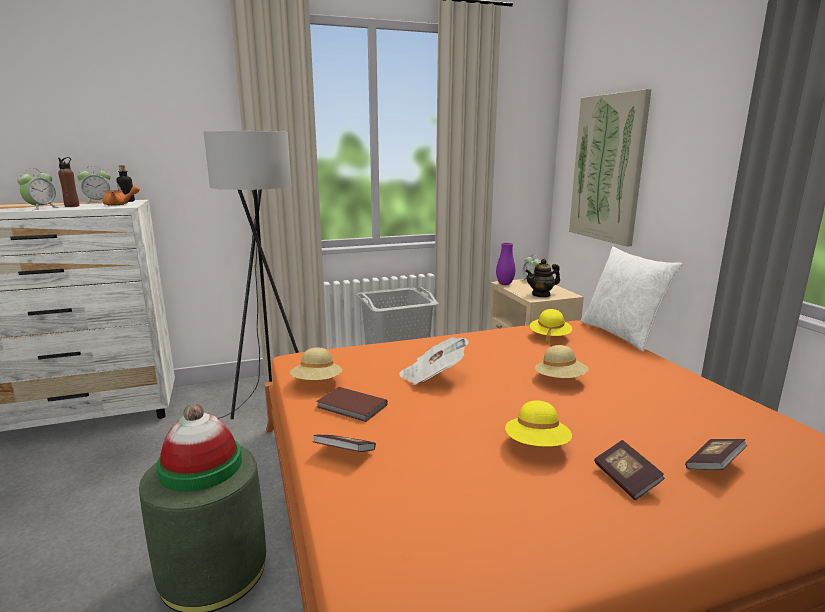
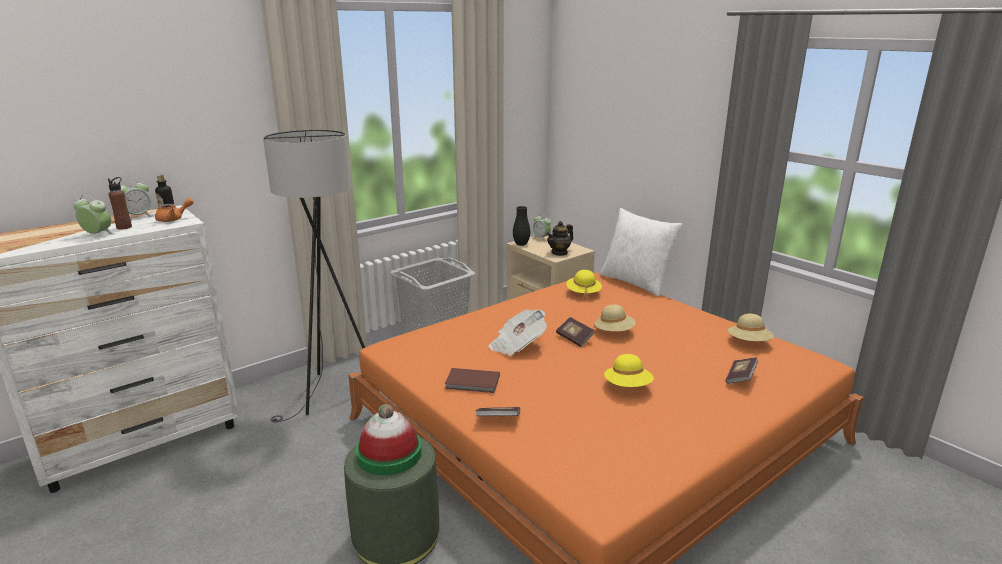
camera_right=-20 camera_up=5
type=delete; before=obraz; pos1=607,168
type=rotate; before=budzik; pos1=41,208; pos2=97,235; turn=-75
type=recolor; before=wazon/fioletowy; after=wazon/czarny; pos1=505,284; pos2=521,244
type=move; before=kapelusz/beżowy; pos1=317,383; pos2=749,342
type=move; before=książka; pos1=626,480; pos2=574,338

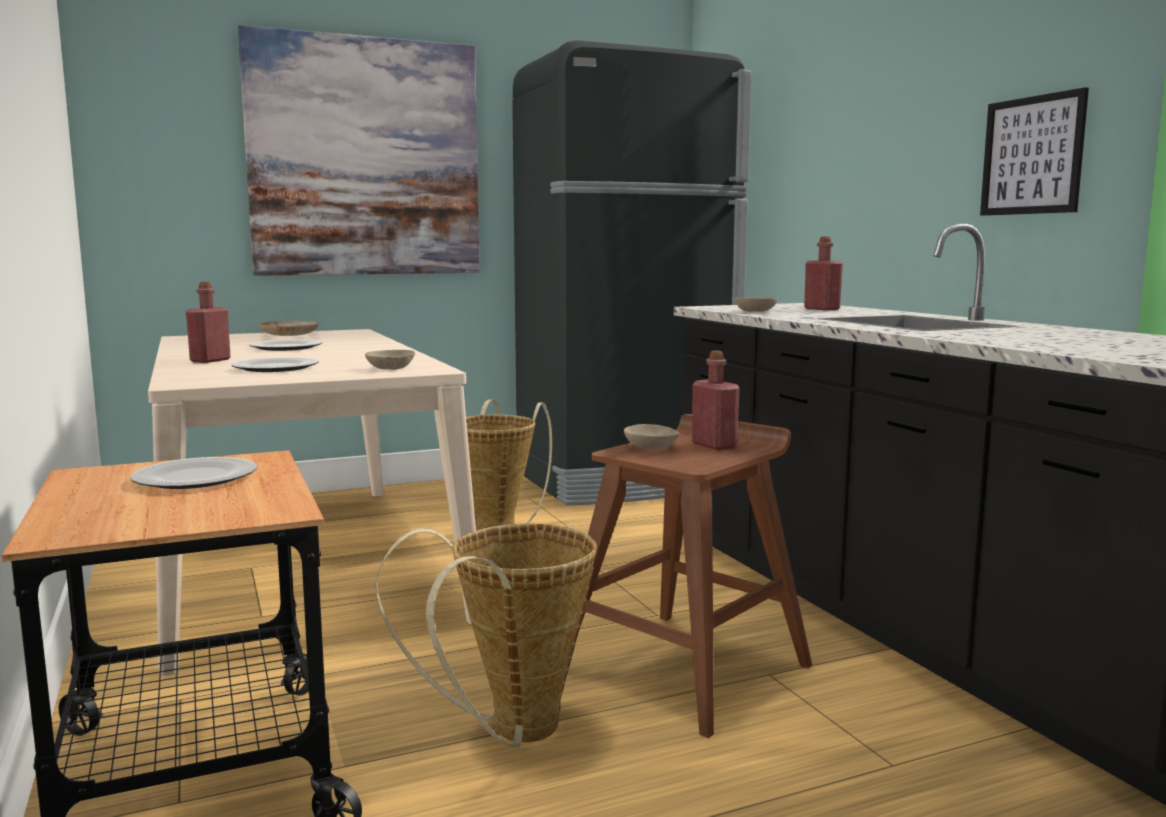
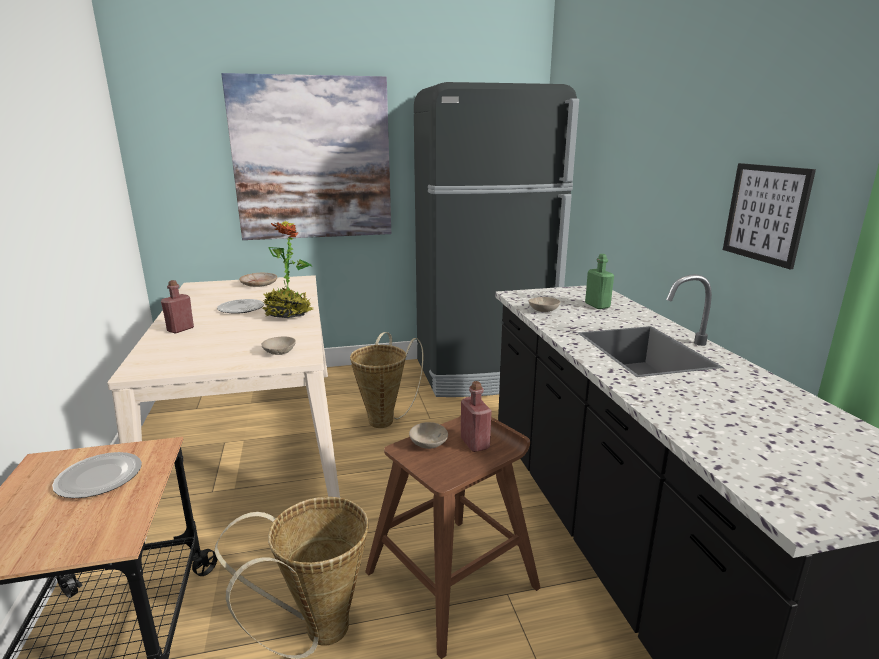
camera_right=10 camera_up=10
type=recolor; before=butelka/czerwony; after=butelka/zielony; pos1=821,309; pos2=597,305
type=delete; before=talerz; pos1=274,368
type=insert; after=roślina doniczkowa; pos2=288,315

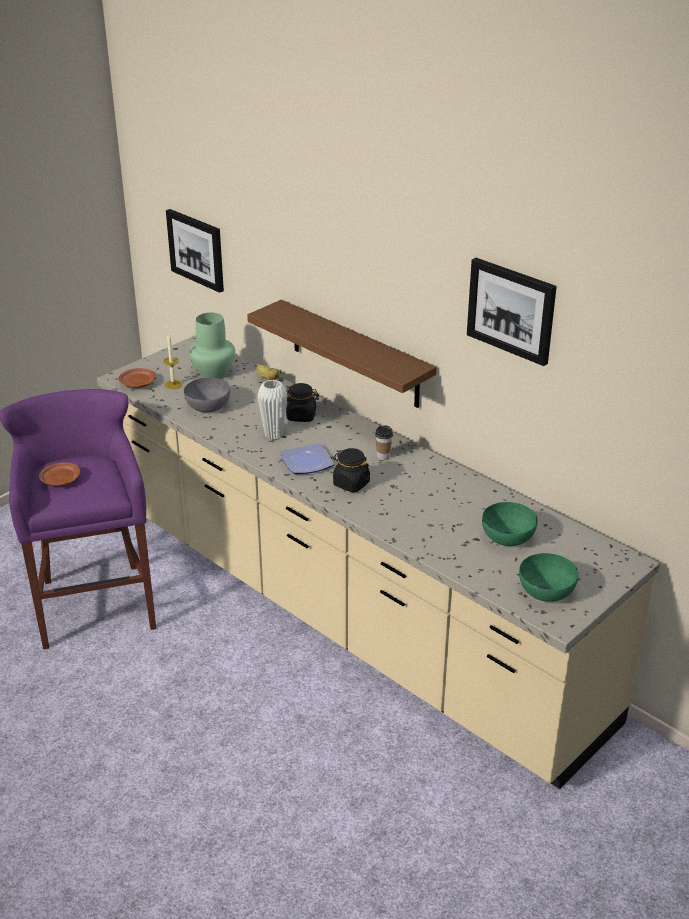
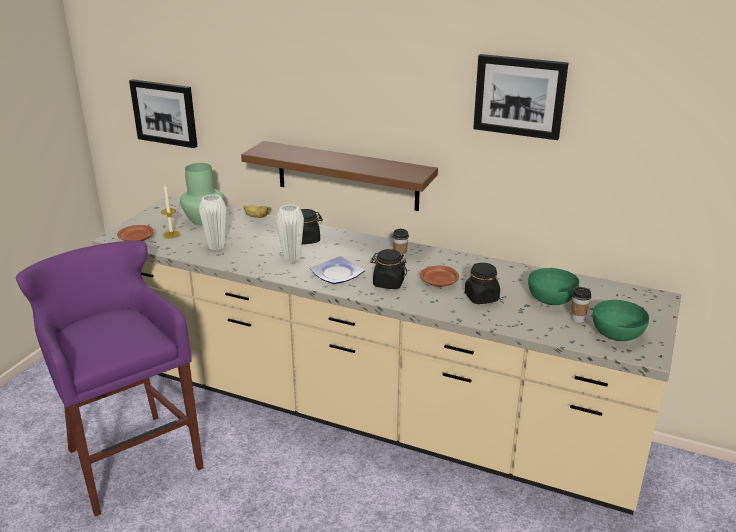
camera_right=-20 camera_up=-5
type=replace; before=miska/szary; after=wazon/biały; pos1=208,407; pos2=216,246
type=move; before=talerz/brązowy; pos1=60,480; pos2=439,282
type=insert; after=słoik/czarny; pos2=481,297
type=insert; after=filiżanka; pos2=577,319

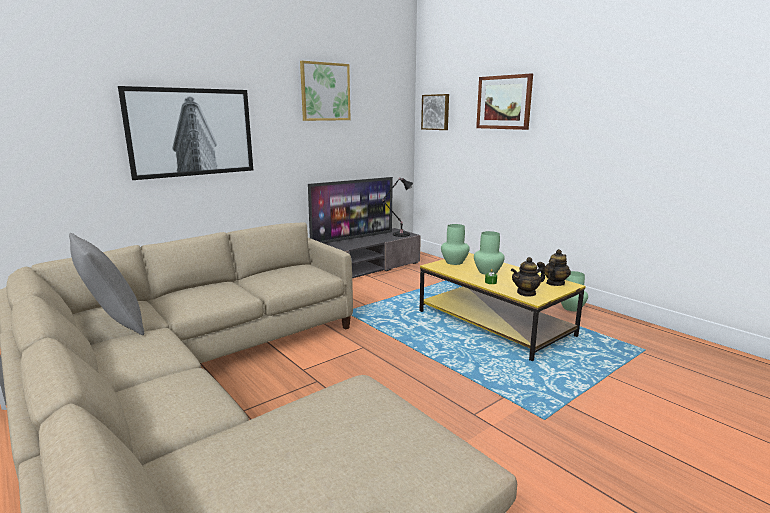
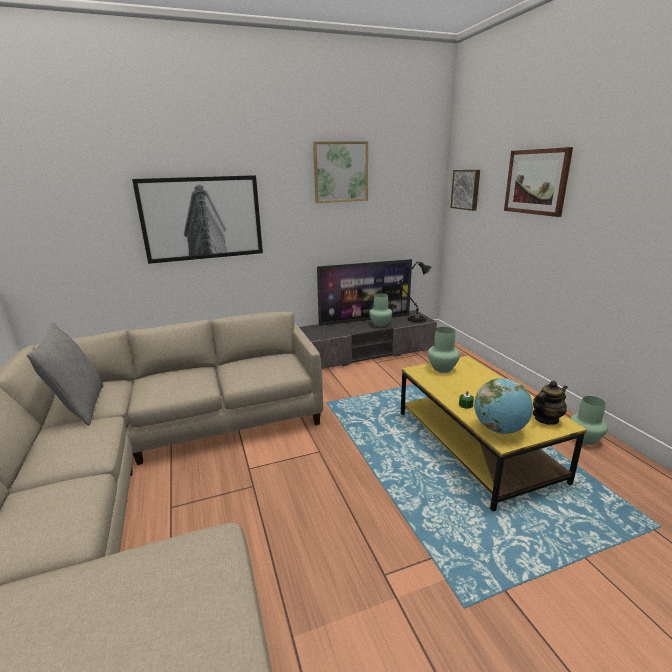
camera_right=20 camera_up=5
type=move; before=wazon/zielony; pos1=488,272; pos2=381,324
type=replace; before=imbryk; after=globus; pos1=526,293; pos2=499,429

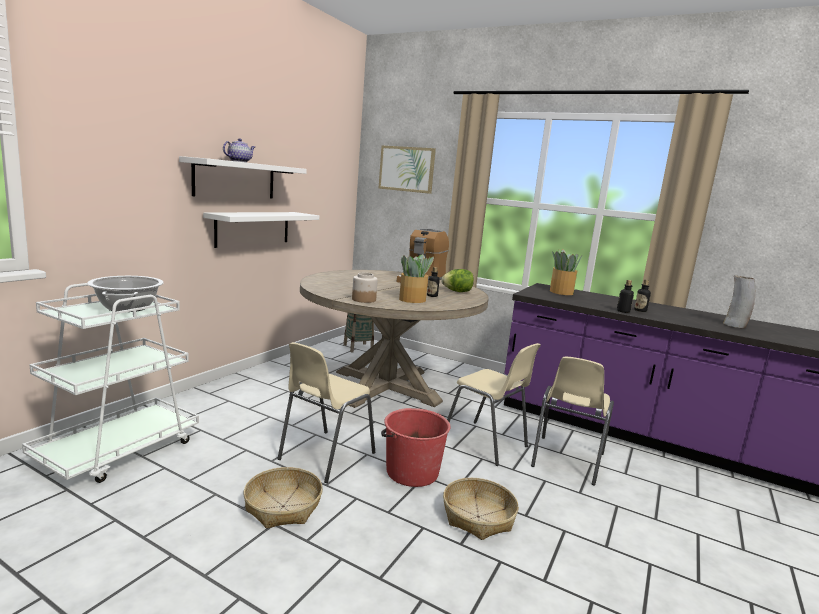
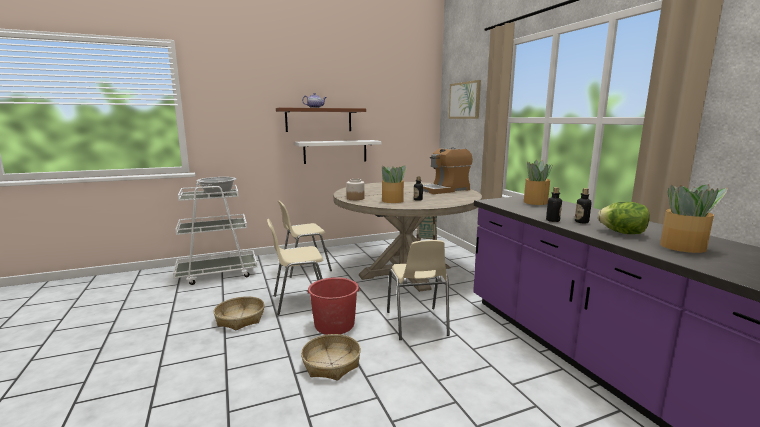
camera_right=40 camera_up=0
type=recolor; before=półka/biały; after=półka/brązowy; pos1=235,179; pos2=319,120
type=move; before=sałata; pos1=457,291; pos2=622,233
type=replace; before=wazon; after=roślina doniczkowa; pos1=734,325; pos2=684,247
type=move; before=krzesło/beżowy; pos1=566,461; pos2=304,268

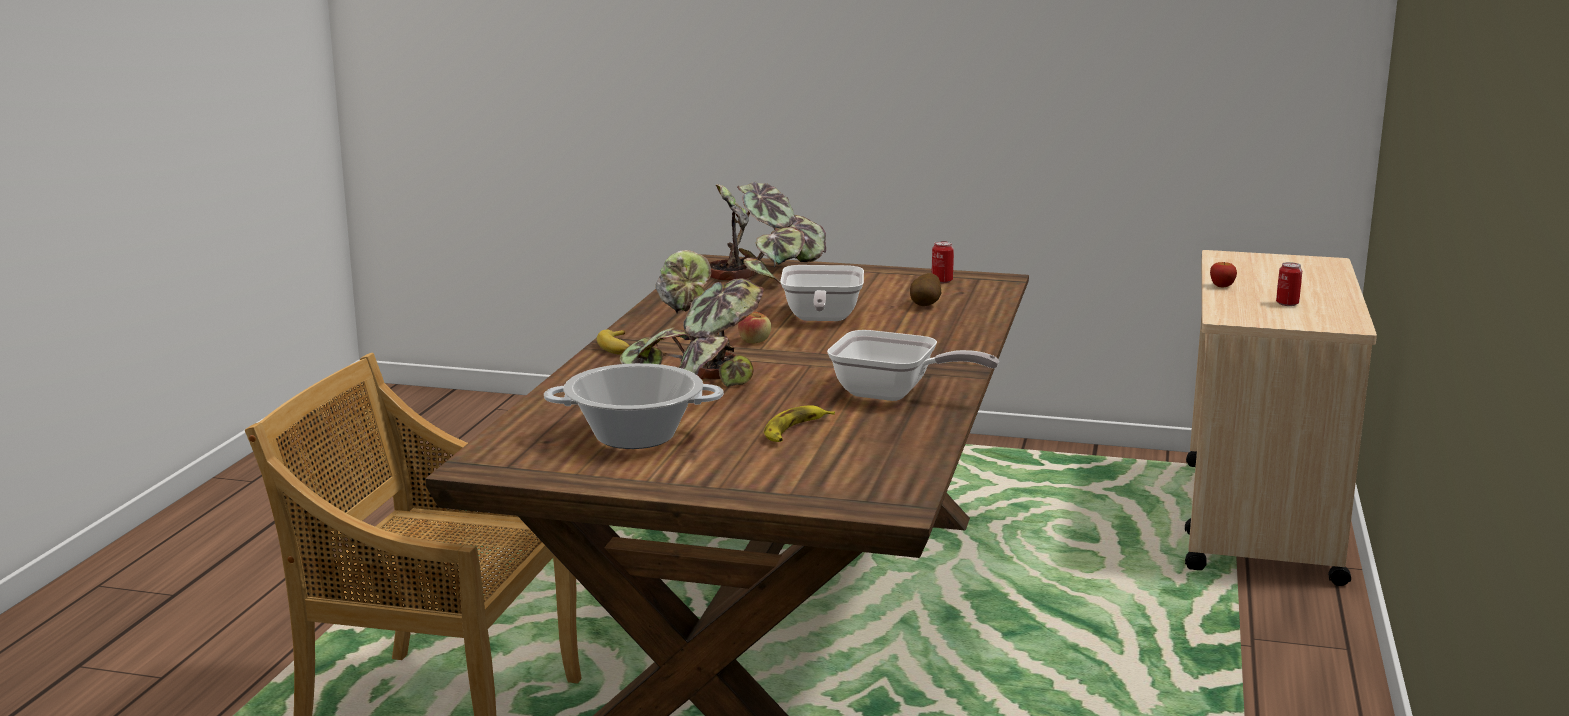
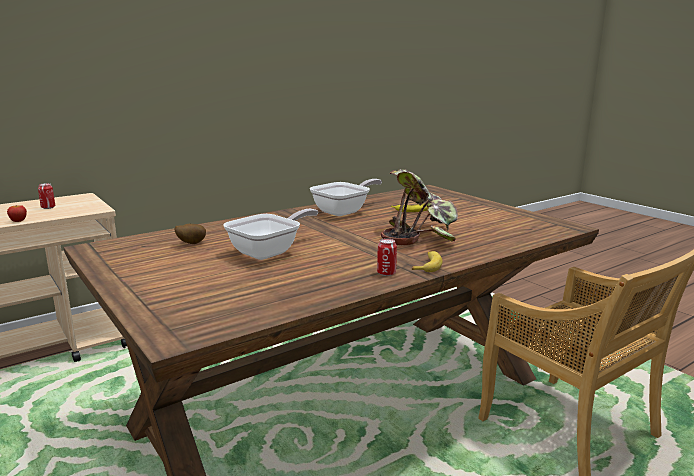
camera_right=-140 camera_up=0
type=delete; before=roślina doniczkowa; pos1=765,274
type=move; before=puszka; pos1=942,281; pos2=386,273
type=delete; before=jabłko; pos1=754,341
type=rotate; before=patelnia; pos1=893,394; pos2=344,211; turn=75
type=delete; before=garnek; pos1=635,437

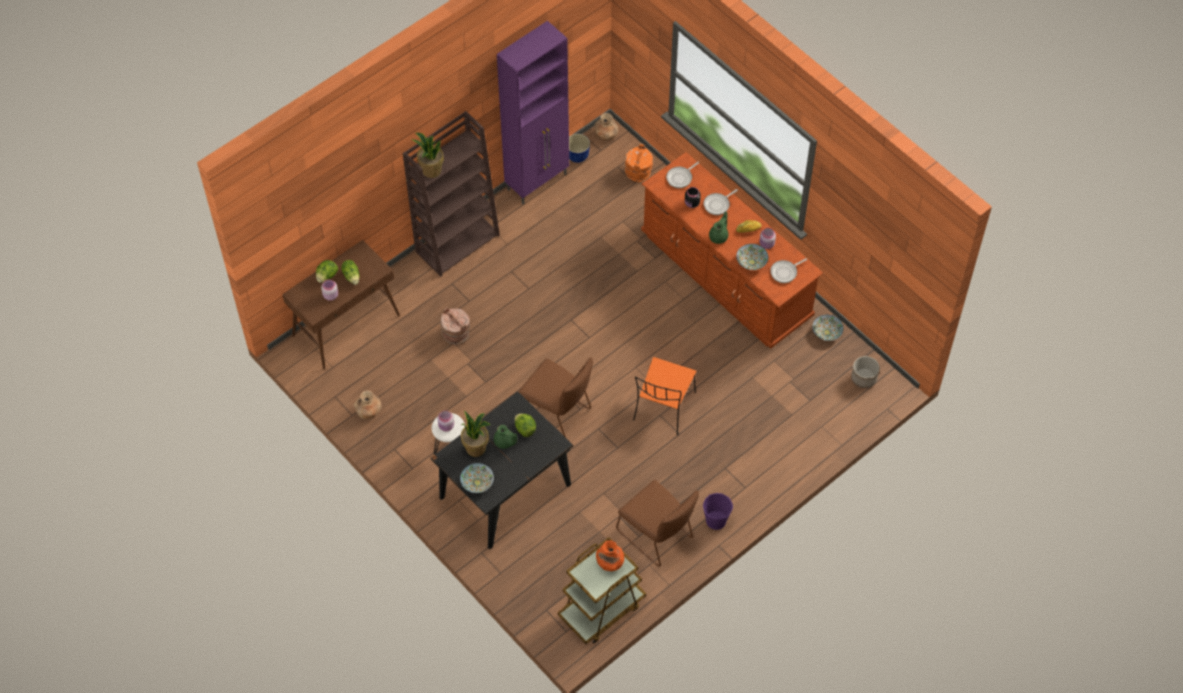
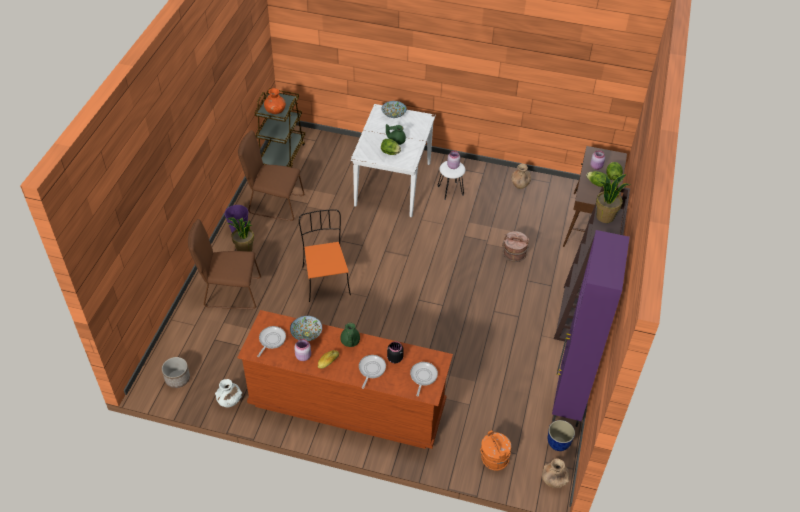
camera_right=145 camera_up=-10
type=replace; before=miska; after=wazon/biały; pos1=827,332; pos2=229,401
type=move; before=krzesło/brązowy; pos1=557,412; pos2=229,292
type=recolor; before=stół jadalny/czarny; after=stół jadalny/biały; pos1=504,491; pos2=393,183
type=move; before=roślina doniczkowa; pos1=476,448; pos2=244,249

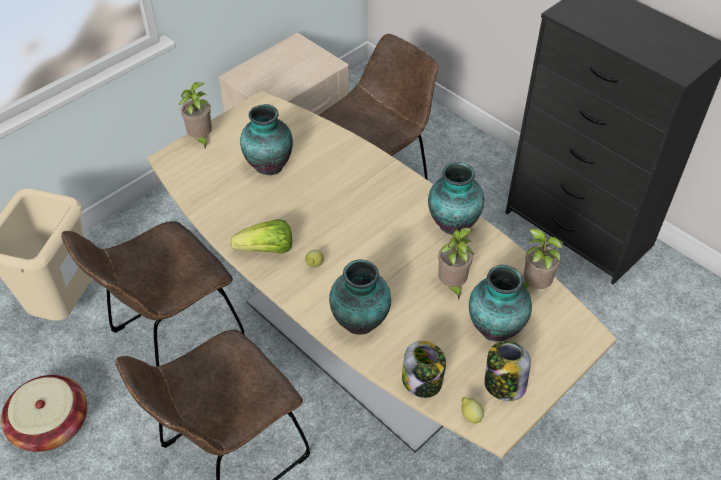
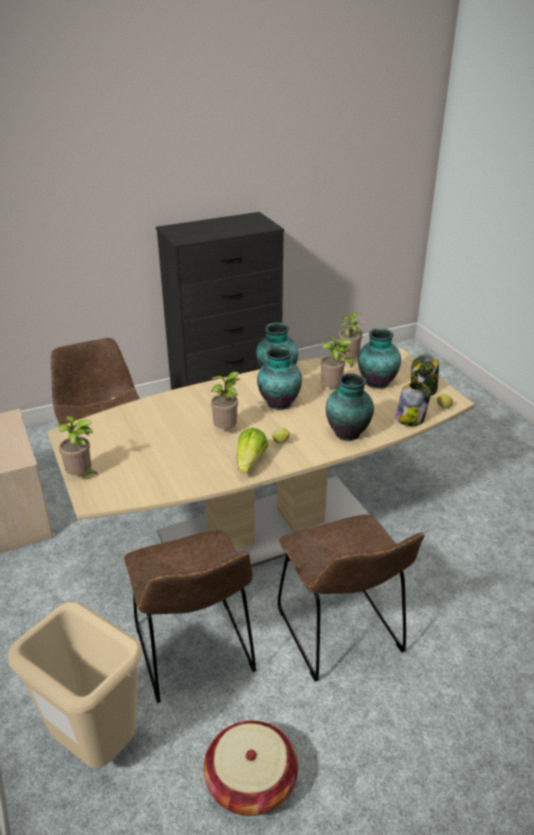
camera_right=-70 camera_up=-15
type=move; before=wazon; pos1=268,165; pos2=278,403
type=insert; after=roślina doniczkowa; pos2=227,430

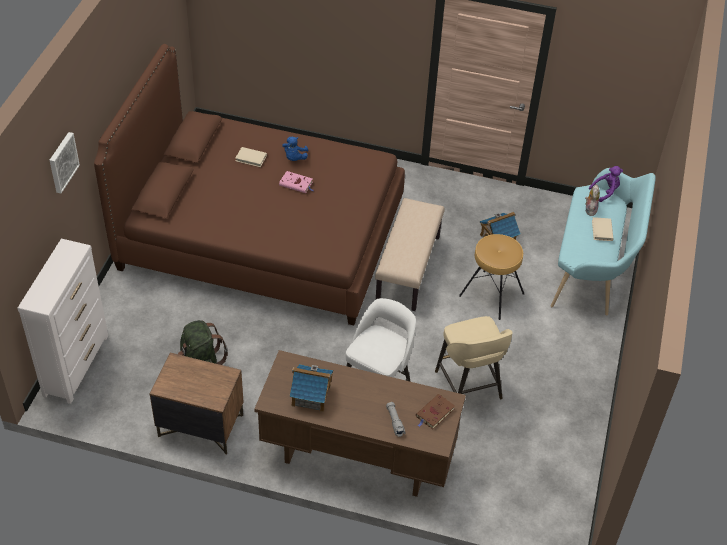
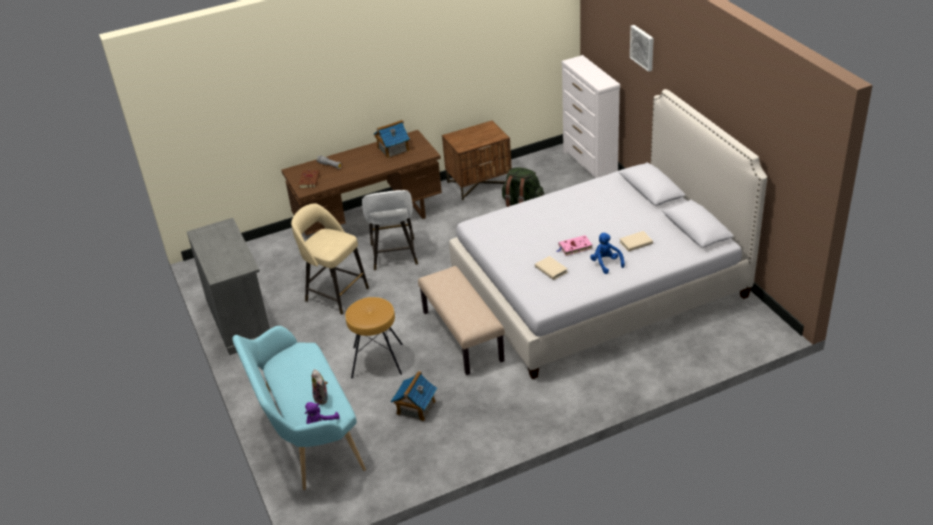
camera_right=145 camera_up=-10
type=recolor; before=łóżko/brązowy; after=łóżko/biały; pos1=260,236; pos2=599,287
type=move; before=książka/beżowy; pos1=602,230; pos2=551,269
type=insert; after=szafka/szary; pos2=239,319

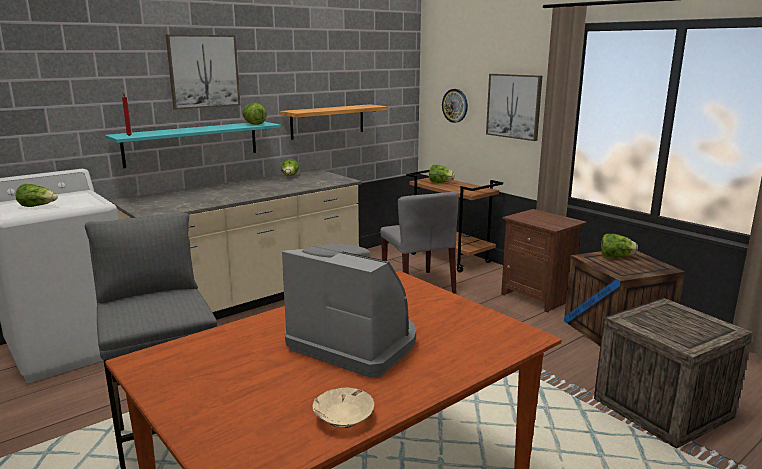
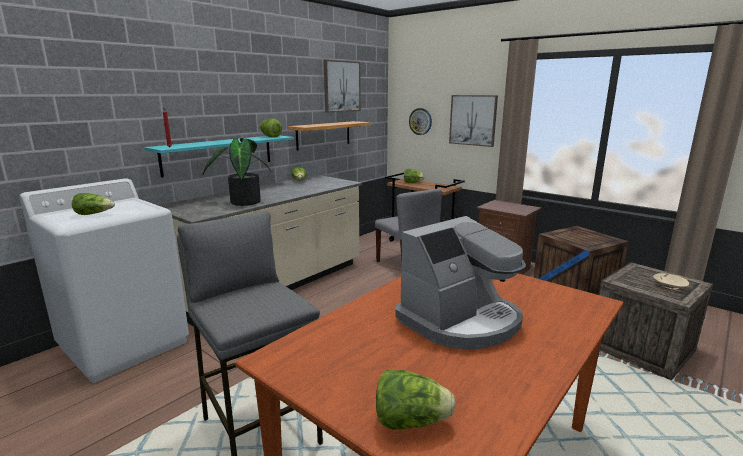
camera_right=-10 camera_up=0
type=move; before=obraz; pos1=203,71; pos2=341,86
type=move; before=sałata; pos1=616,257; pos2=410,422
type=rotate; before=ekspres do kawy; pos1=355,343; pos2=461,321; turn=120
type=move; before=miska/beżowy; pos1=343,417; pos2=669,286
type=insert; after=roślina doniczkowa; pos2=242,202

